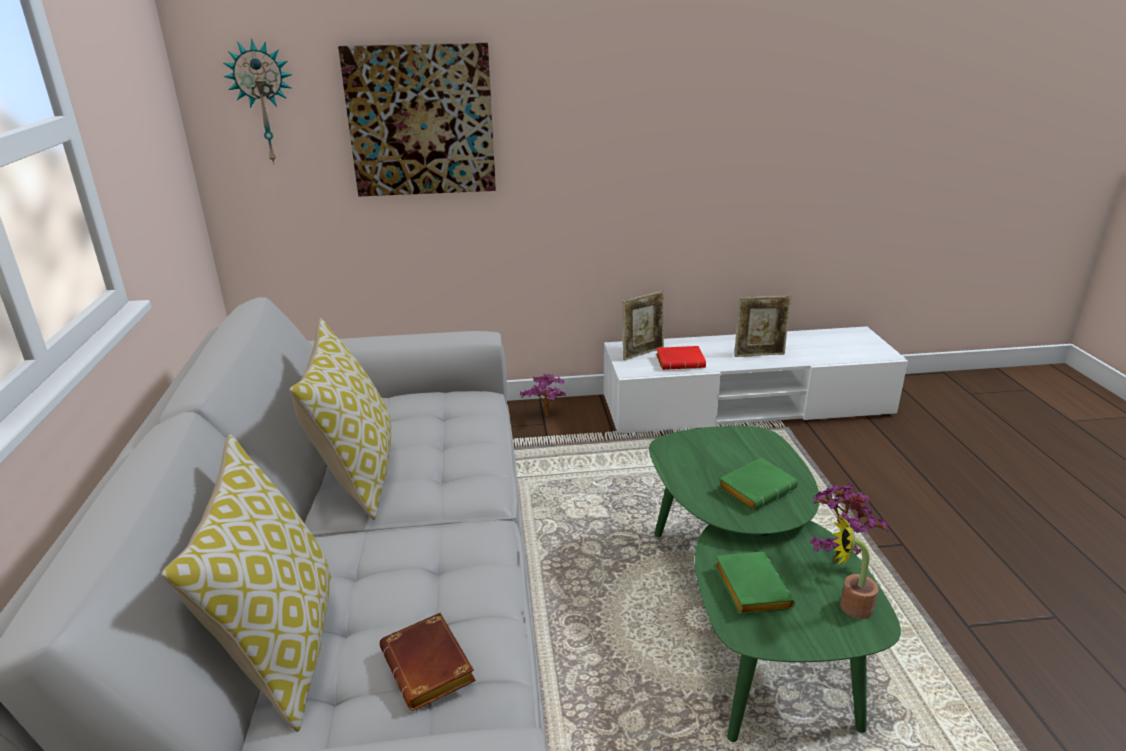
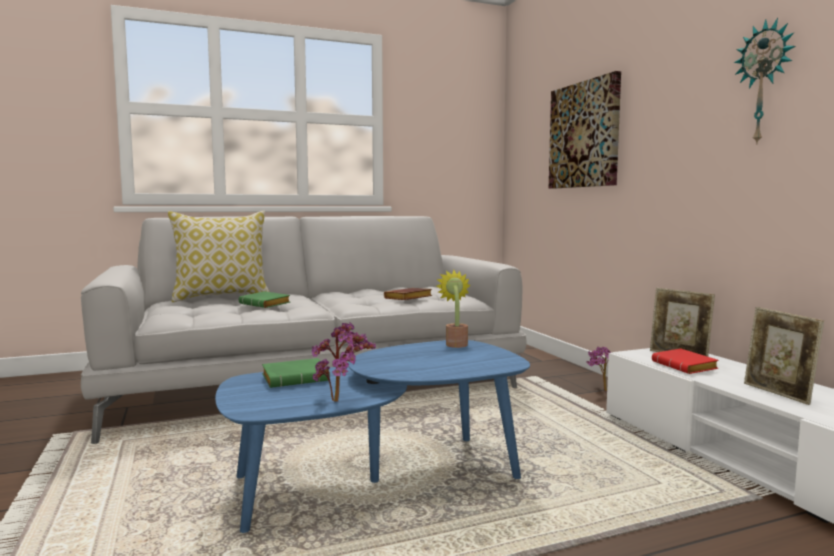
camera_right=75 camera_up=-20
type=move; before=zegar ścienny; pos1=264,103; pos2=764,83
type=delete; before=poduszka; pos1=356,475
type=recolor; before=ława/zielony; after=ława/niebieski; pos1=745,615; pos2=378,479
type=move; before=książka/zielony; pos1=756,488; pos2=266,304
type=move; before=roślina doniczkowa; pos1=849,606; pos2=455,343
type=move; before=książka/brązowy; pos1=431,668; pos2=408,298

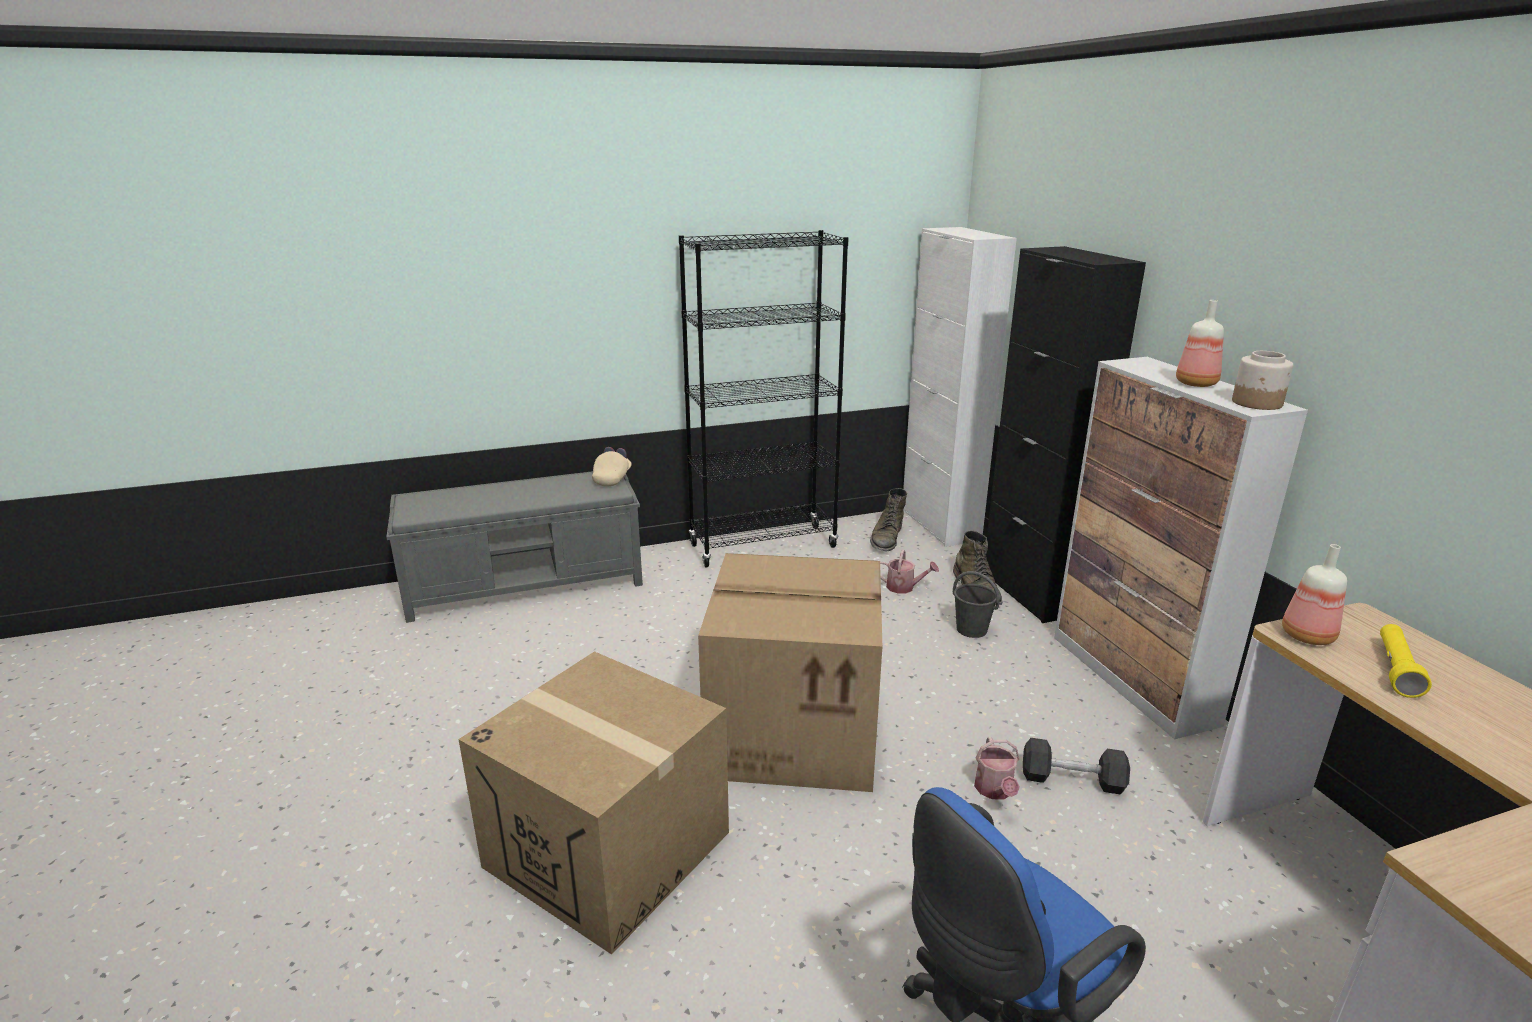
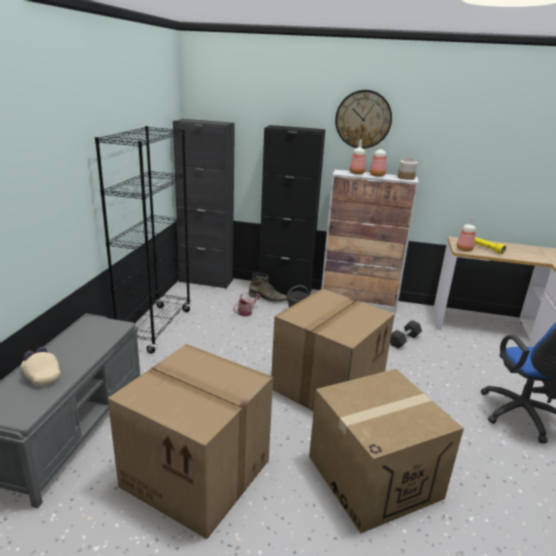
camera_right=-60 camera_up=0
type=recolor; before=szafka/biały; after=szafka/czarny; pos1=940,525; pos2=206,281
type=move; before=czapka z daszkiem/beżowy; pos1=612,478; pos2=41,375
type=delete; before=but z cholewką/zielony; pos1=886,538
type=delete; before=konewka; pos1=995,790
type=insert; after=zegar ścienny; pos2=363,119
type=insert; after=butelka; pos2=357,173
type=insert; after=karton; pos2=199,472

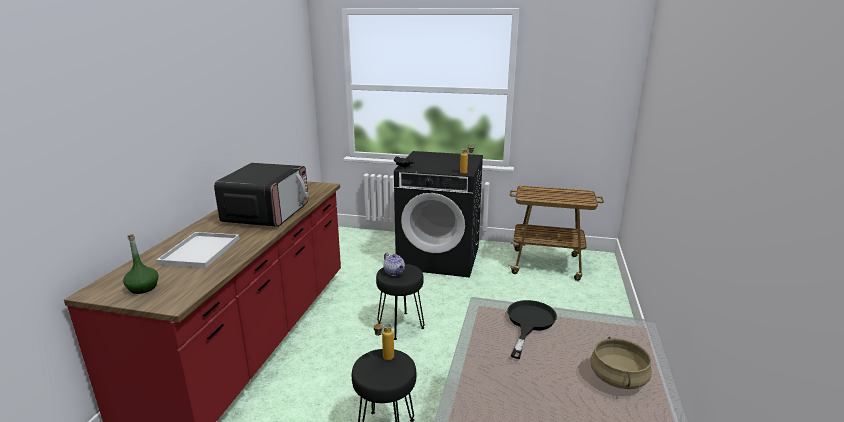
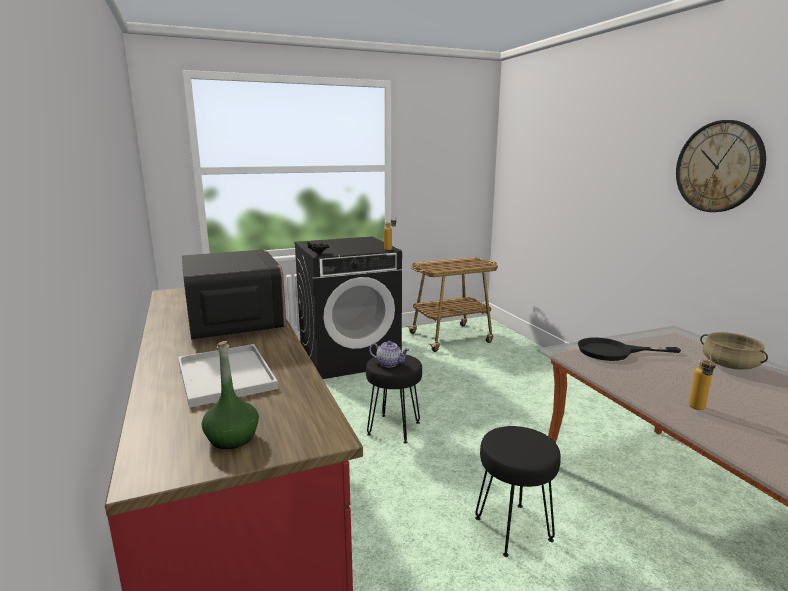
camera_right=-35 camera_up=-5
type=rotate; before=patelnia/czarny; pos1=529,323; pos2=613,352; turn=-75
type=move; before=butelka; pos1=384,359; pos2=697,410
type=insert; after=zegar ścienny; pos2=719,167

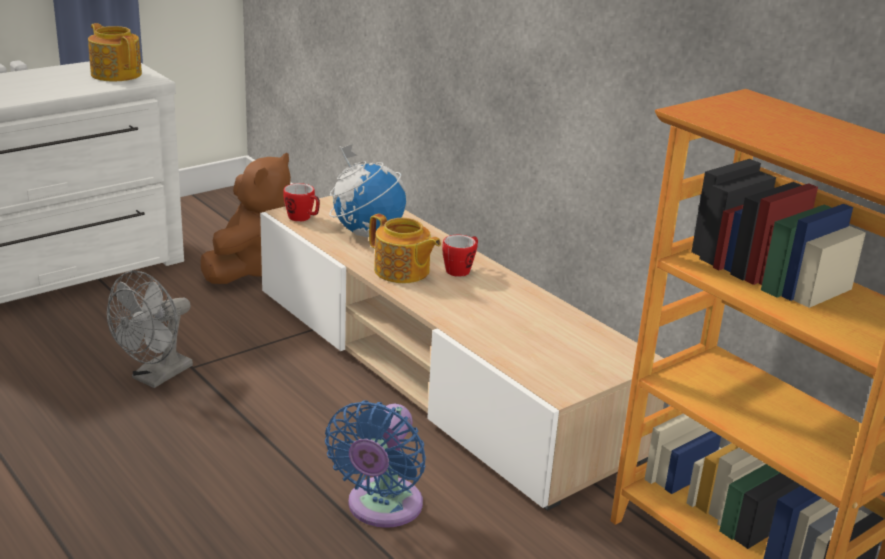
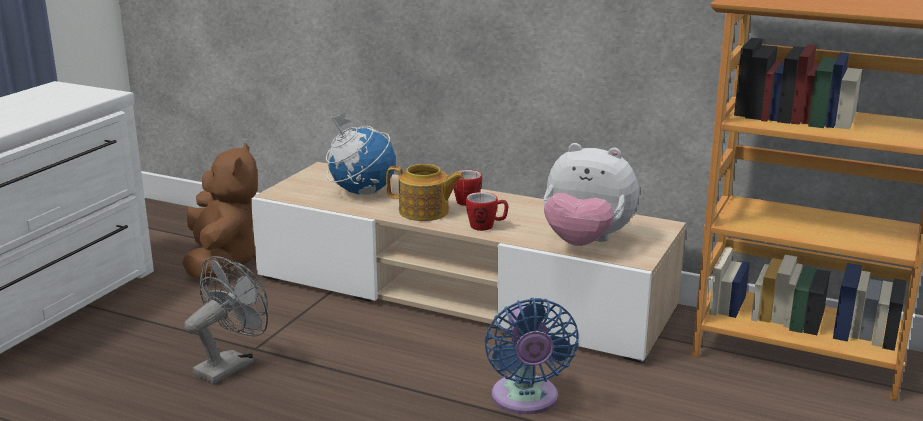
camera_right=-25 camera_up=-5
type=delete; before=imbryk; pos1=116,74
type=move; before=kubek; pos1=303,218; pos2=486,226
type=rotate; before=wentylator/szary; pos1=156,377; pos2=231,365; turn=-150
type=insert; after=pluszak; pos2=585,242

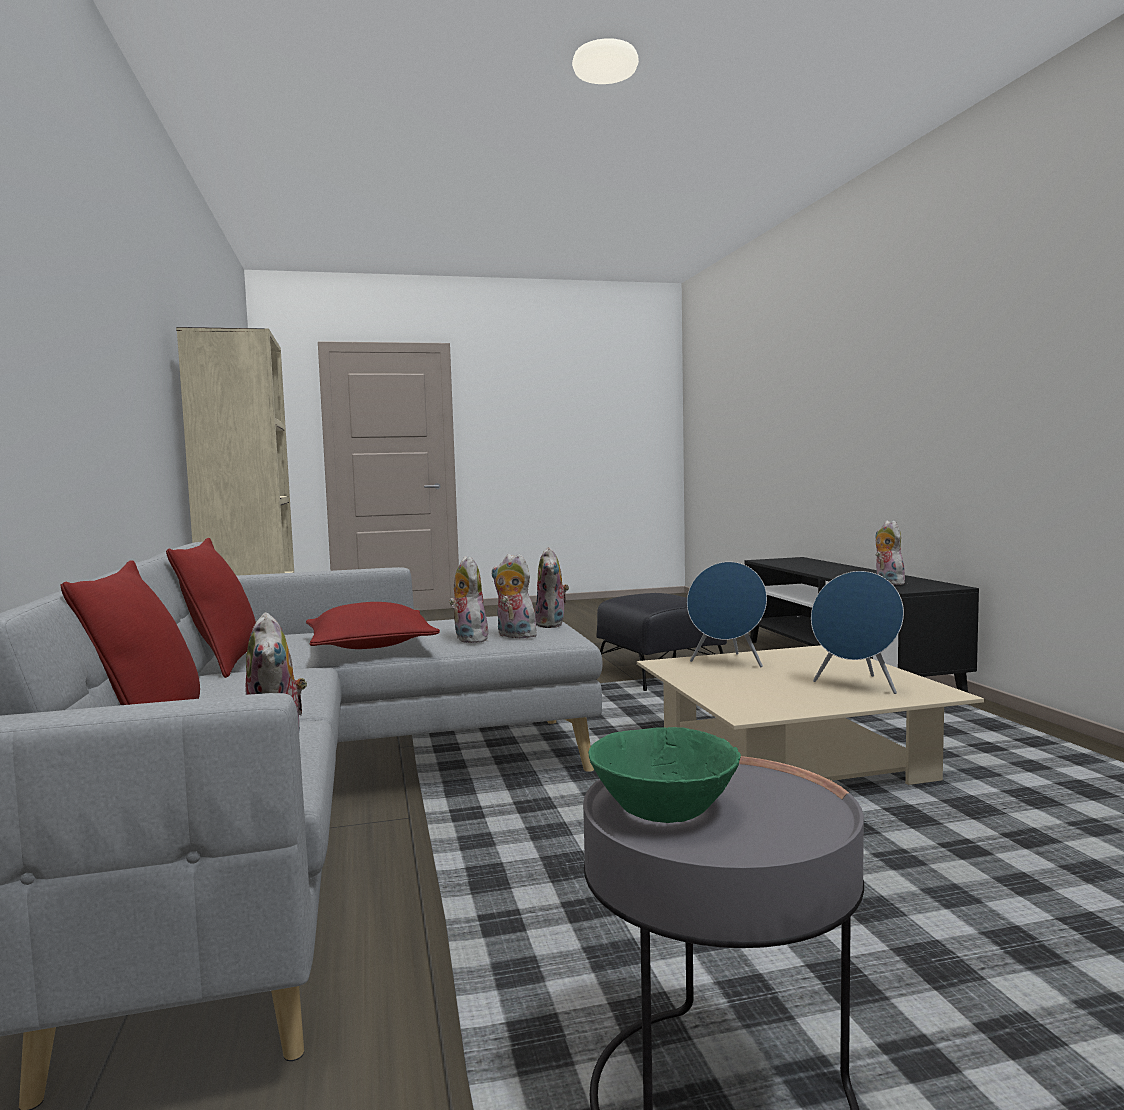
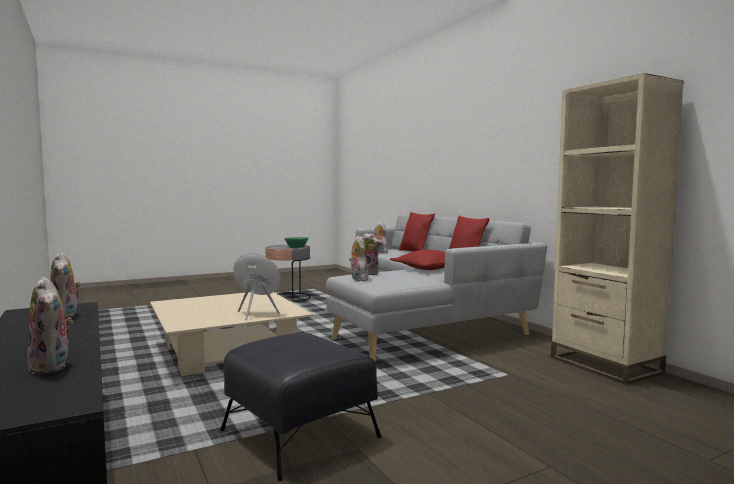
camera_right=165 camera_up=0
type=move; before=pluszak; pos1=468,639; pos2=52,366
type=delete; before=głośnik/niebieski; pos1=857,686

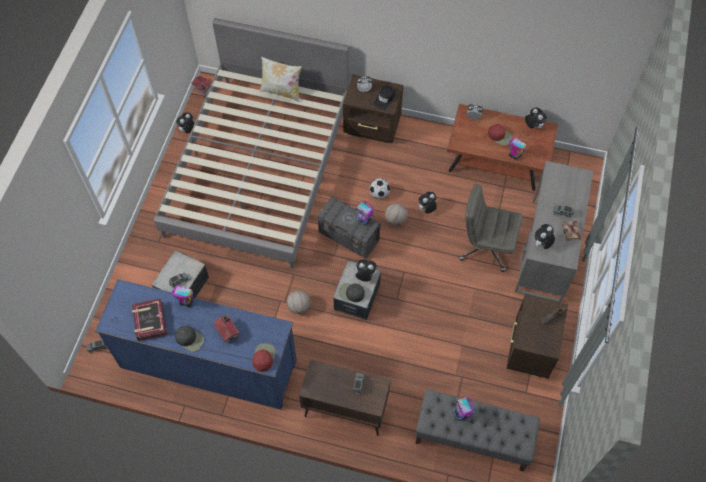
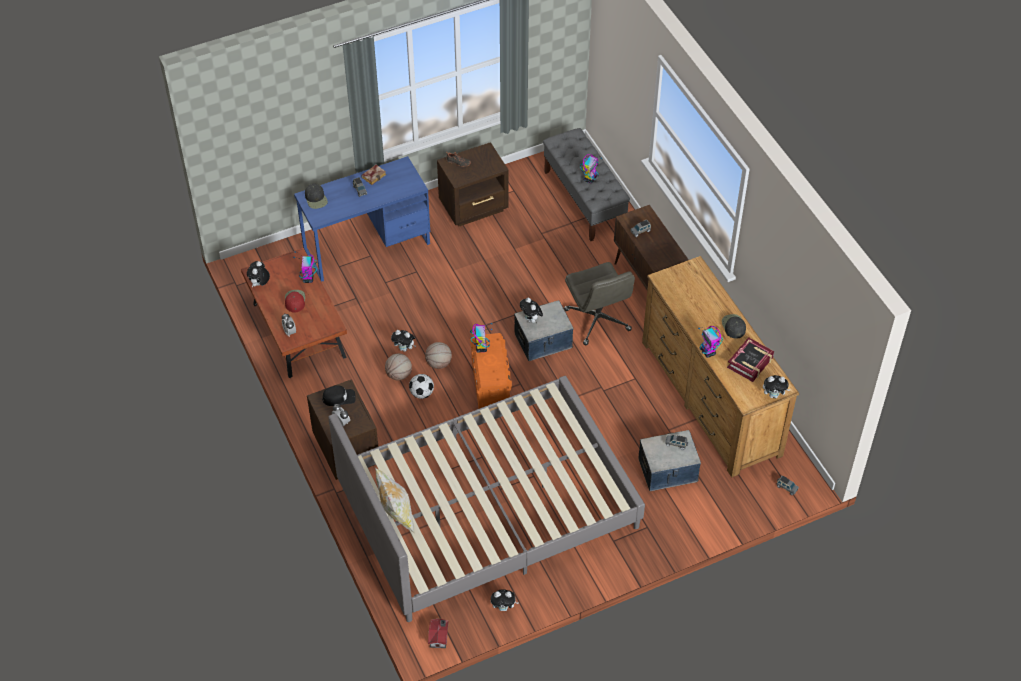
camera_right=-130 camera_up=-10
type=recolor; before=biurko/szary; after=biurko/niebieski; pos1=545,250; pos2=367,246
type=move; before=krzesło biurowe/szary; pos1=485,247; pos2=598,320
type=recolor; before=pojemnik do przechowywania/szary; after=pojemnik do przechowywania/pomarańczowy; pos1=349,237; pos2=490,385
type=move; before=pluszak; pos1=542,244; pos2=774,395
type=recolor; before=komoda/niebieski; after=komoda/brązowy; pos1=208,364; pos2=710,398
type=move; before=czapka z daszkiem/czarny; pos1=351,293; pos2=316,199
type=move; before=piłka do koszykówki; pos1=299,307; pos2=399,375
type=delete; before=domek; pos1=227,331
type=delete; before=czapka z daszkiem/czerwony; pos1=263,357

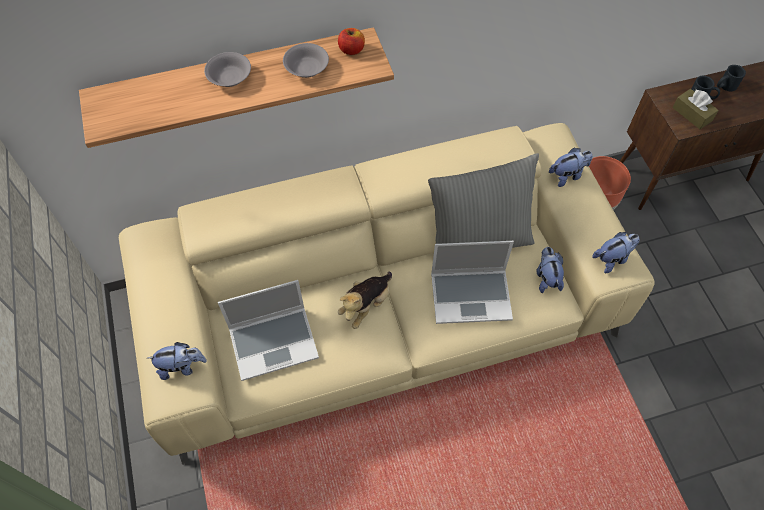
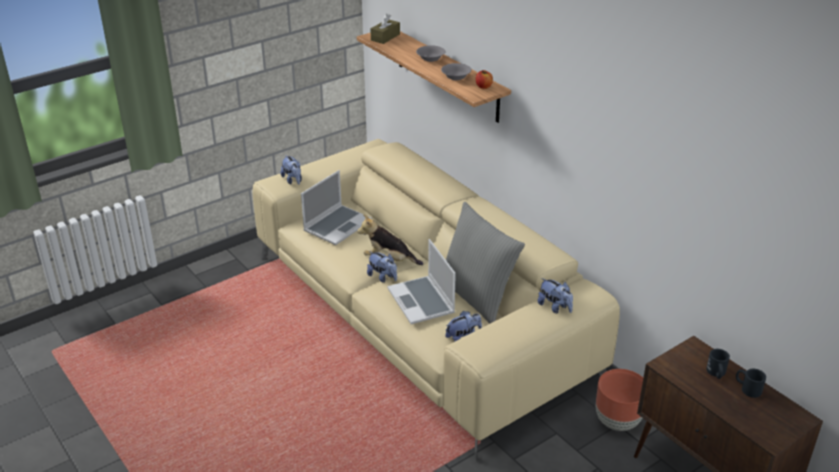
camera_right=70 camera_up=-25
type=move; before=pudełko chusteczek/brązowy; pos1=692,114; pos2=385,37
type=move; before=pluszak; pos1=612,259; pos2=383,277
type=rotate; before=laptop; pos1=274,342; pos2=337,225; turn=-105

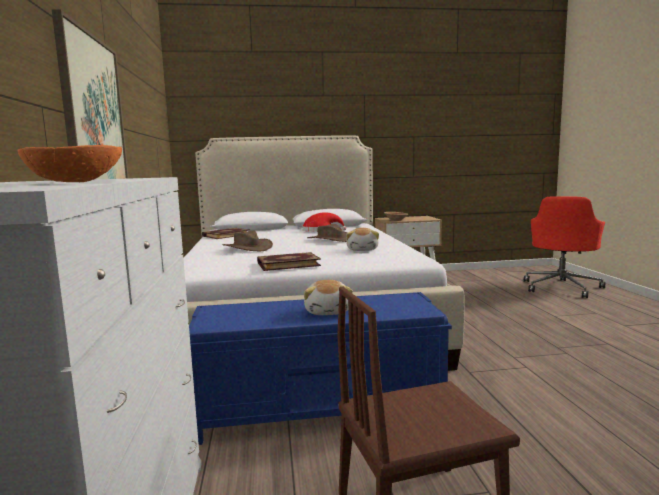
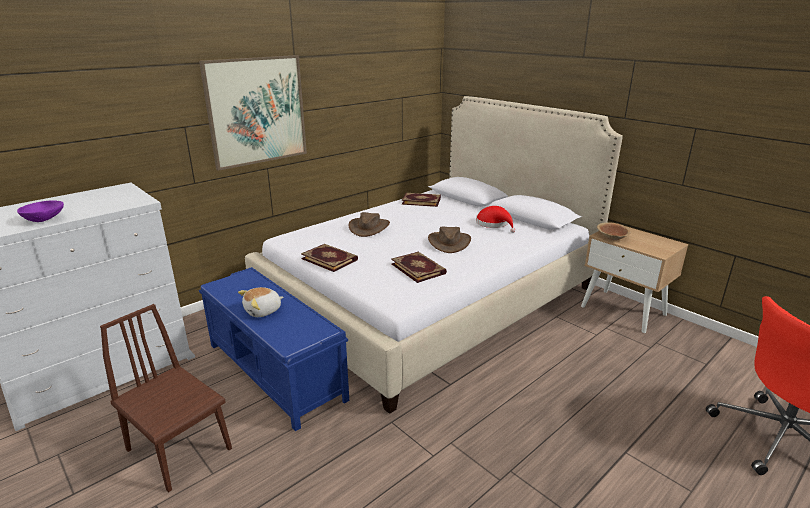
camera_right=55 camera_up=15
type=recolor; before=miska/pomarańczowy; after=miska/fioletowy; pos1=77,182; pos2=45,219
type=replace; before=pluszak; after=książka; pos1=363,249; pos2=419,268

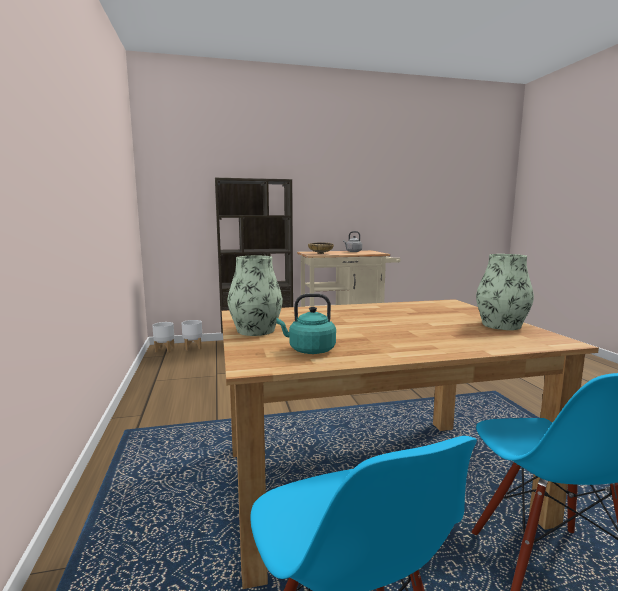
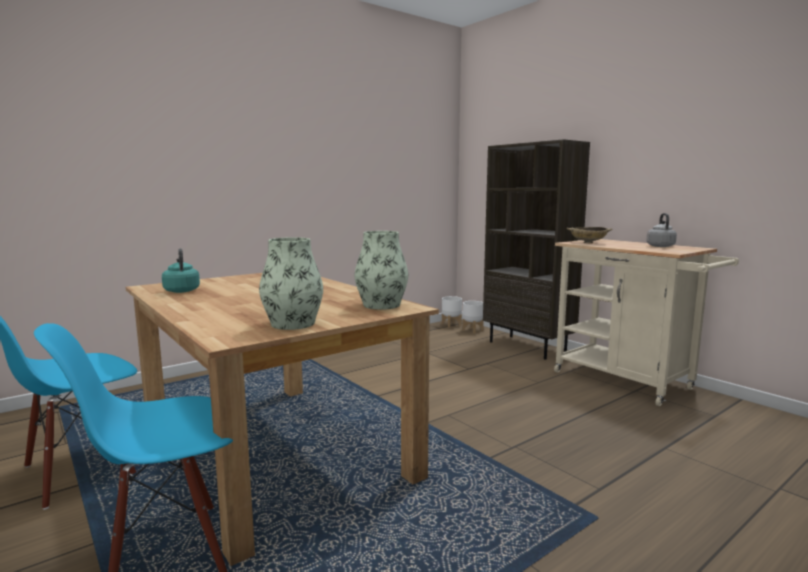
camera_right=65 camera_up=0
type=move; before=wazon; pos1=256,330; pos2=381,305

